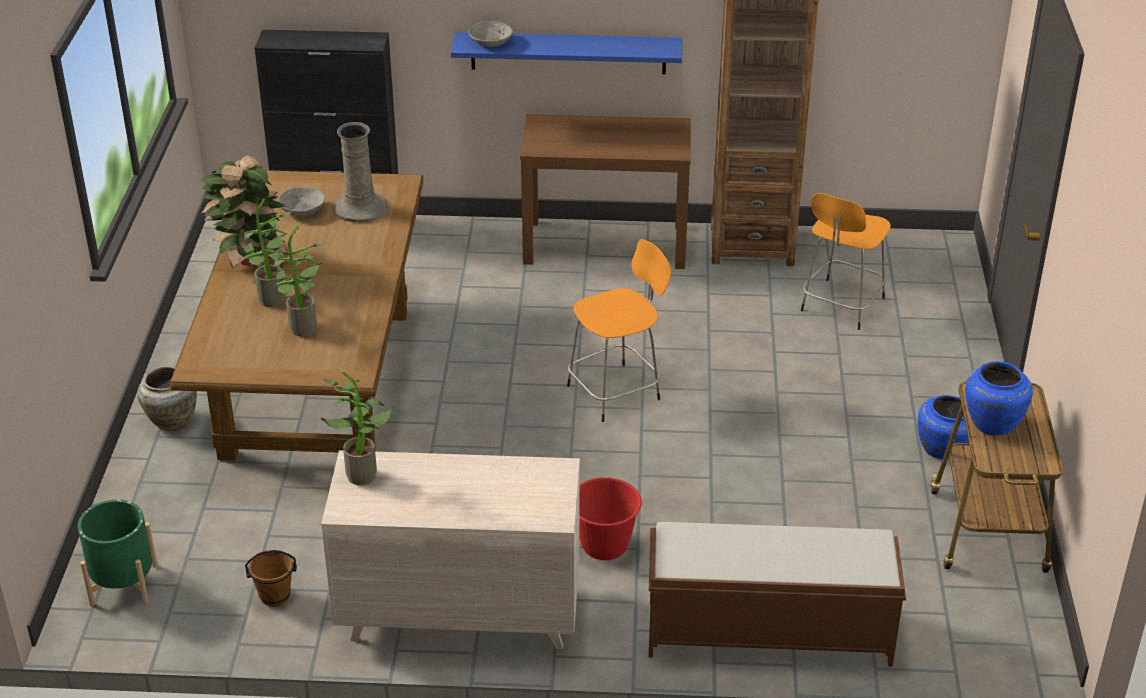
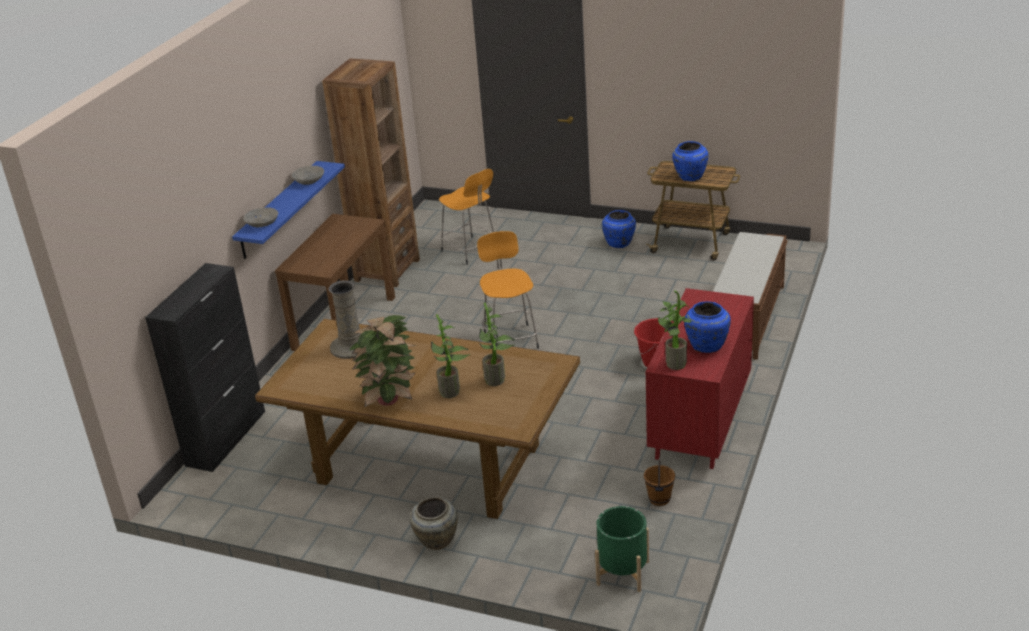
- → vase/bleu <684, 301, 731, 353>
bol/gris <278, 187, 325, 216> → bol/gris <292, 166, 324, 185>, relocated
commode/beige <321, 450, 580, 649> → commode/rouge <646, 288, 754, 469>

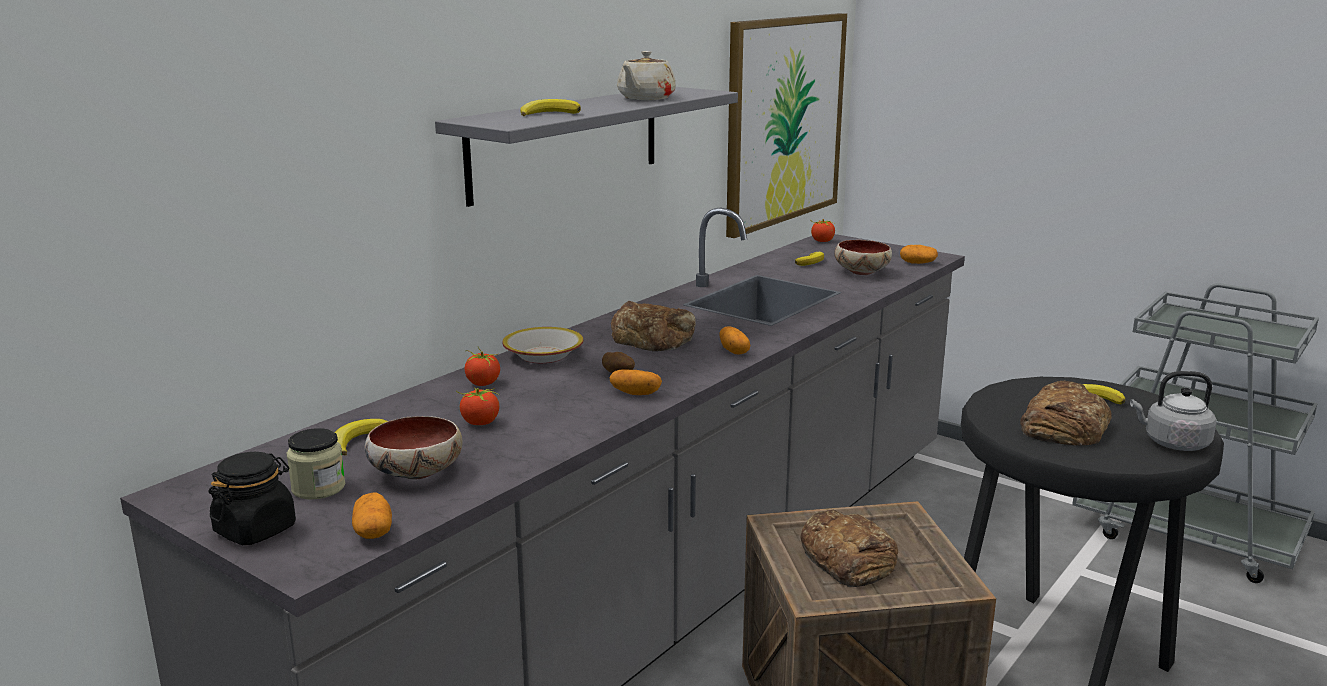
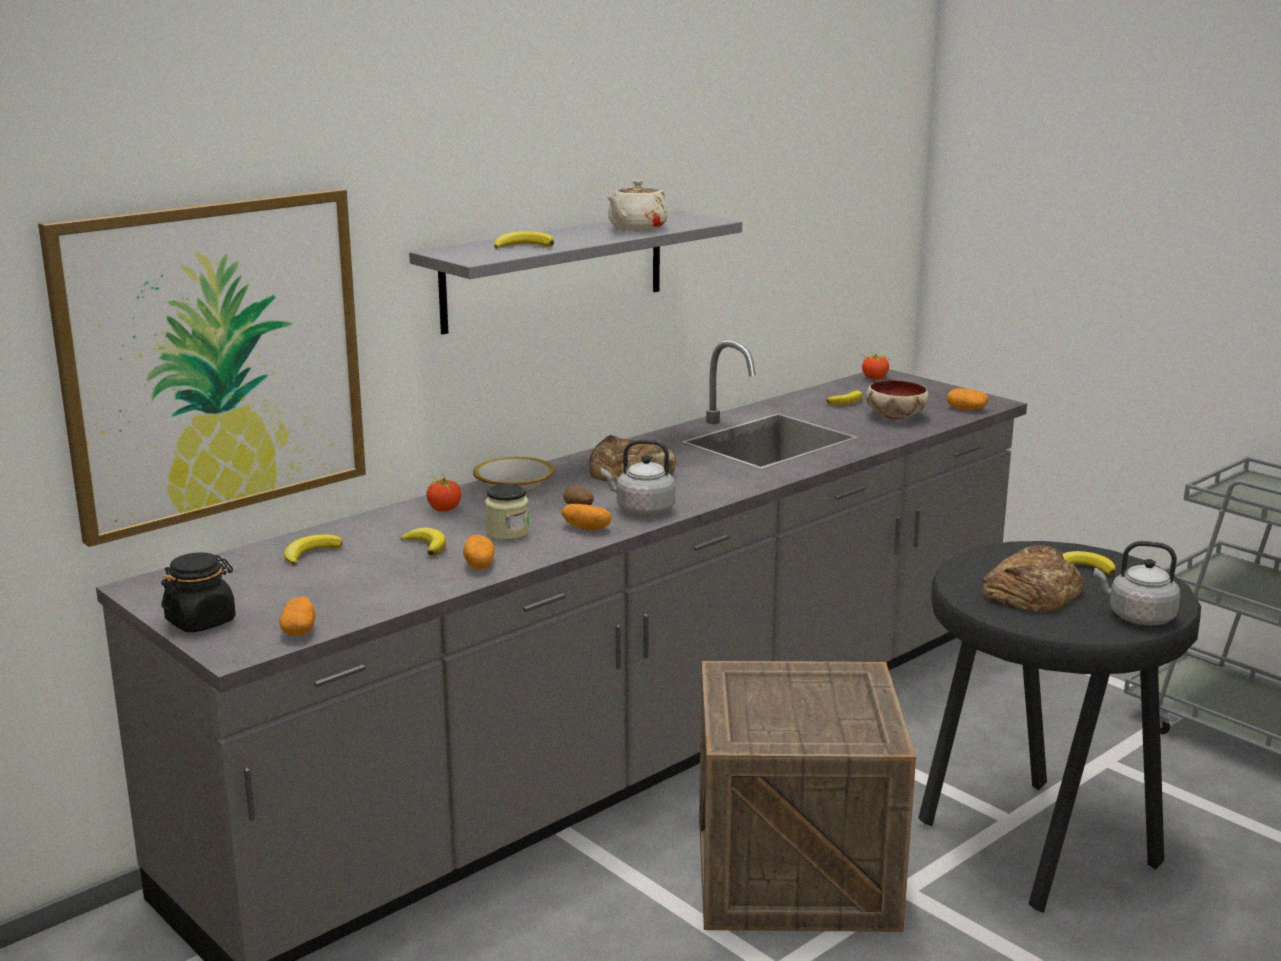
bol <365, 416, 462, 480> → -
pain <800, 510, 898, 587> → -
- → bouilloire/gris <601, 439, 675, 515>
bocal <287, 428, 346, 499> → bocal <485, 484, 529, 540>, relocated
pomme de terre <720, 326, 750, 355> → pomme de terre <463, 535, 495, 569>, relocated
tableau <726, 13, 847, 238> → tableau <38, 188, 366, 547>, relocated
tomate <456, 387, 499, 425> → banane <401, 528, 446, 556>

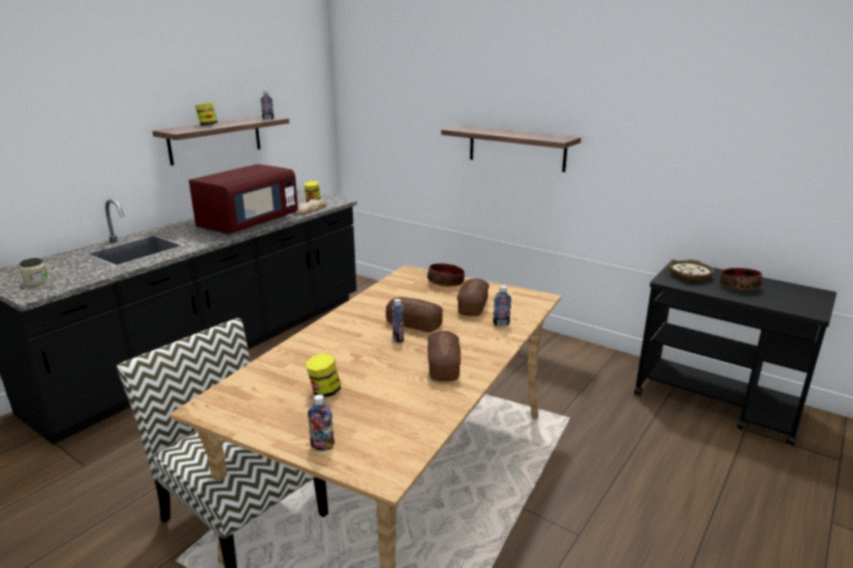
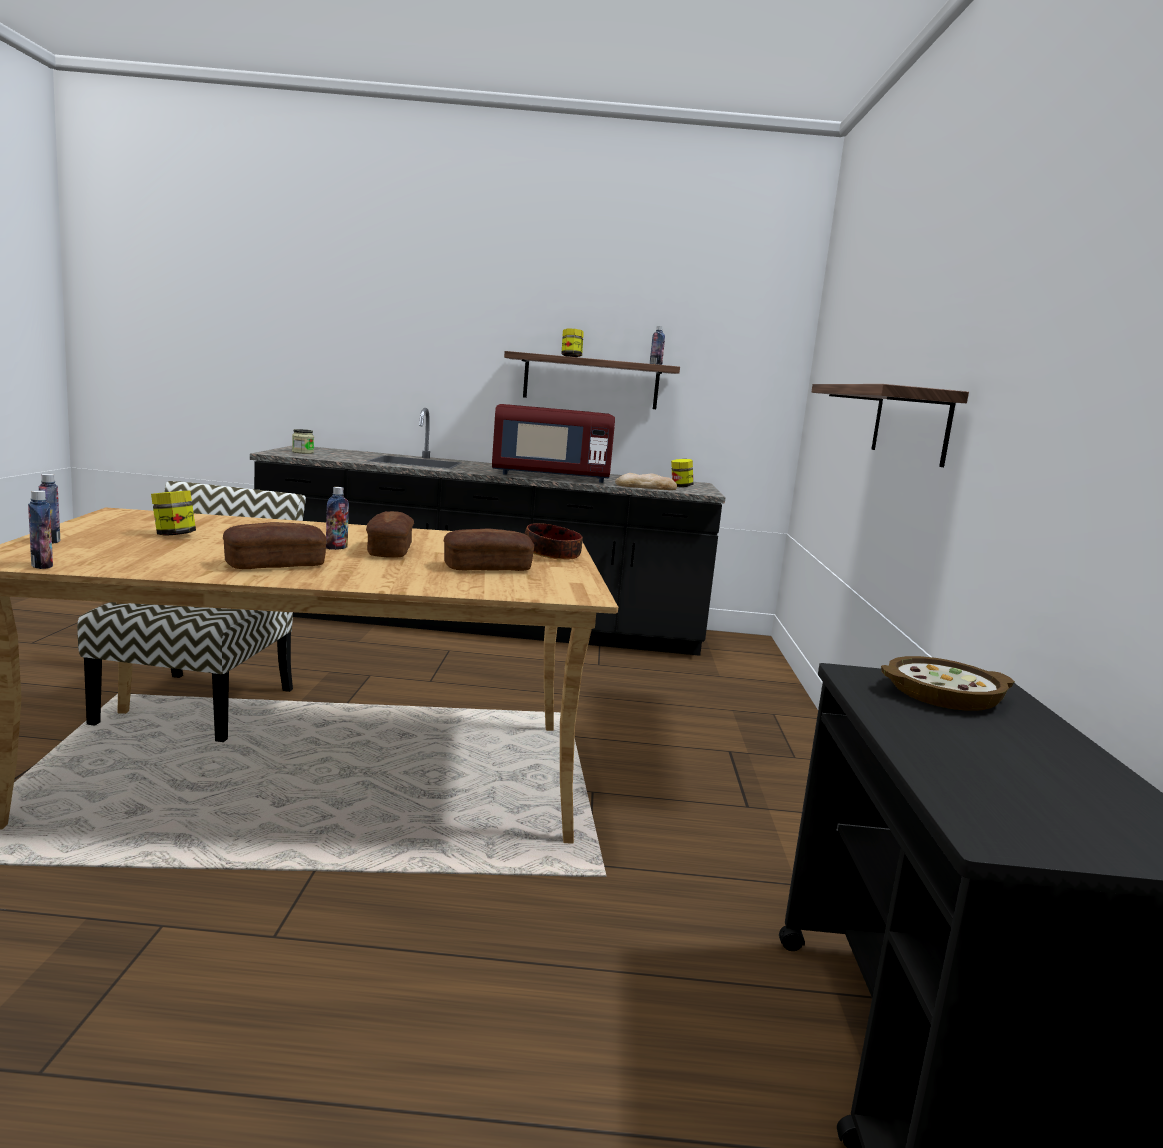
bol <720, 268, 762, 290> → -
bouteille <493, 285, 511, 326> → bouteille <28, 490, 53, 569>, relocated

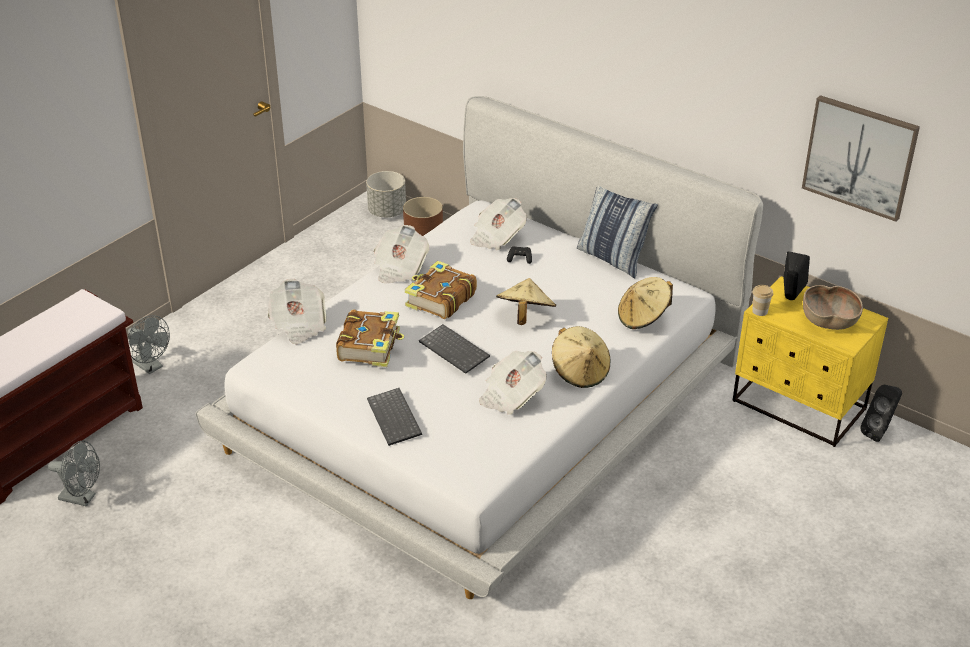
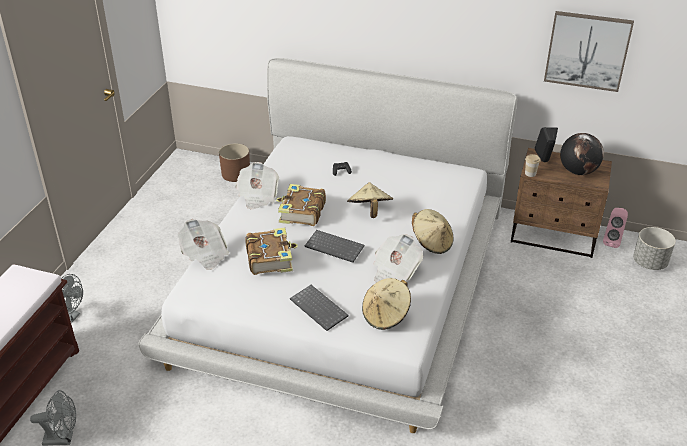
journal <470, 198, 527, 250> → -
coussin <577, 186, 658, 278> → -
cache-pot/gris <366, 171, 406, 217> → cache-pot/gris <633, 227, 676, 270>, relocated
chapeau/beige <618, 277, 673, 329> → chapeau/beige <362, 278, 411, 330>, relocated
bol/marron <803, 285, 863, 330> → globe <560, 133, 604, 175>
table de chevet/jaune <733, 276, 888, 447> → table de chevet/marron <511, 148, 612, 258>
enceinte/noir <860, 384, 902, 442> → enceinte/rose <603, 208, 628, 248>

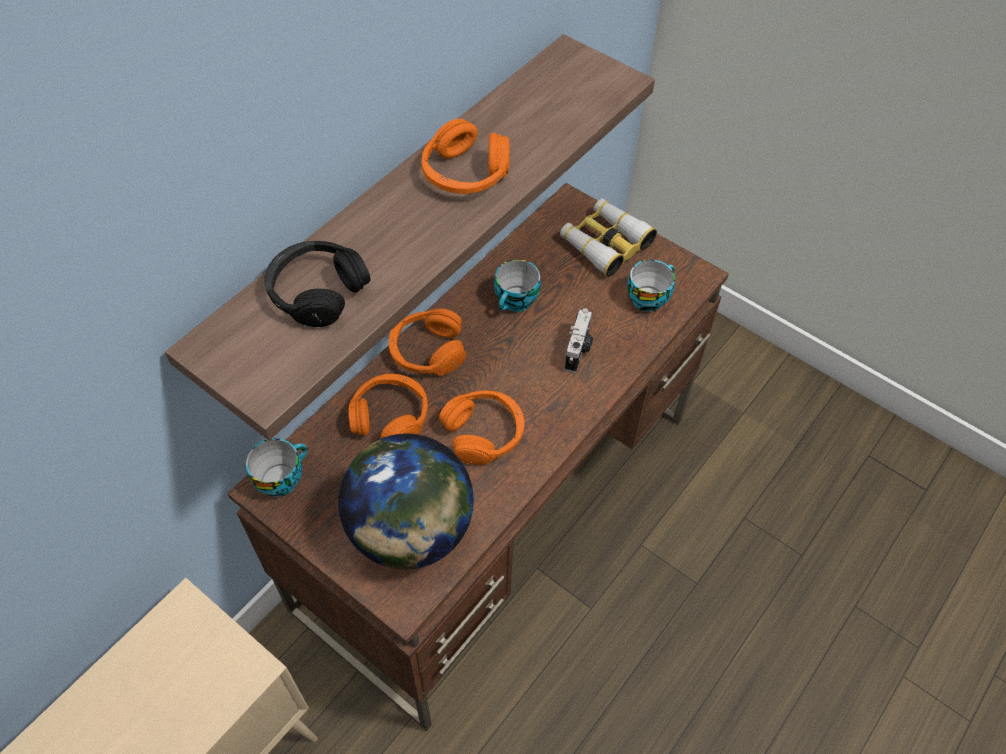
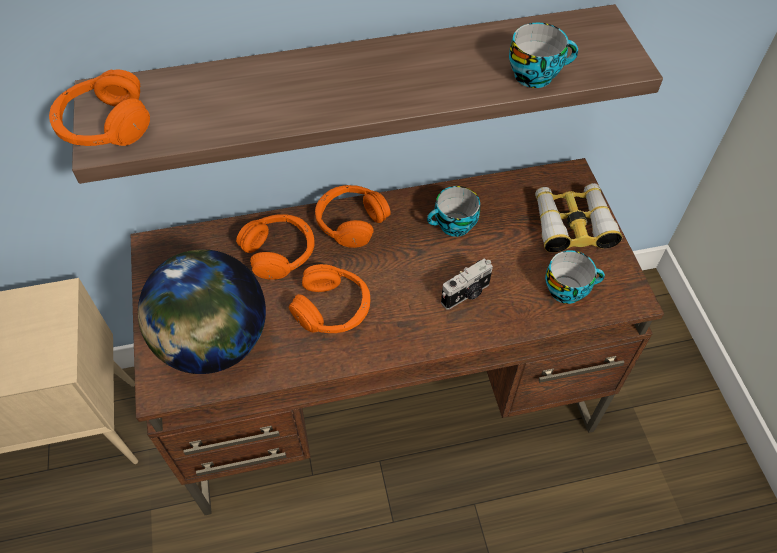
casque audio/noir <264, 241, 371, 327> → -
tasse <246, 438, 308, 497> → tasse <509, 23, 578, 88>, relocated
casque audio/orange <421, 119, 510, 194> → casque audio/orange <49, 69, 150, 146>, relocated

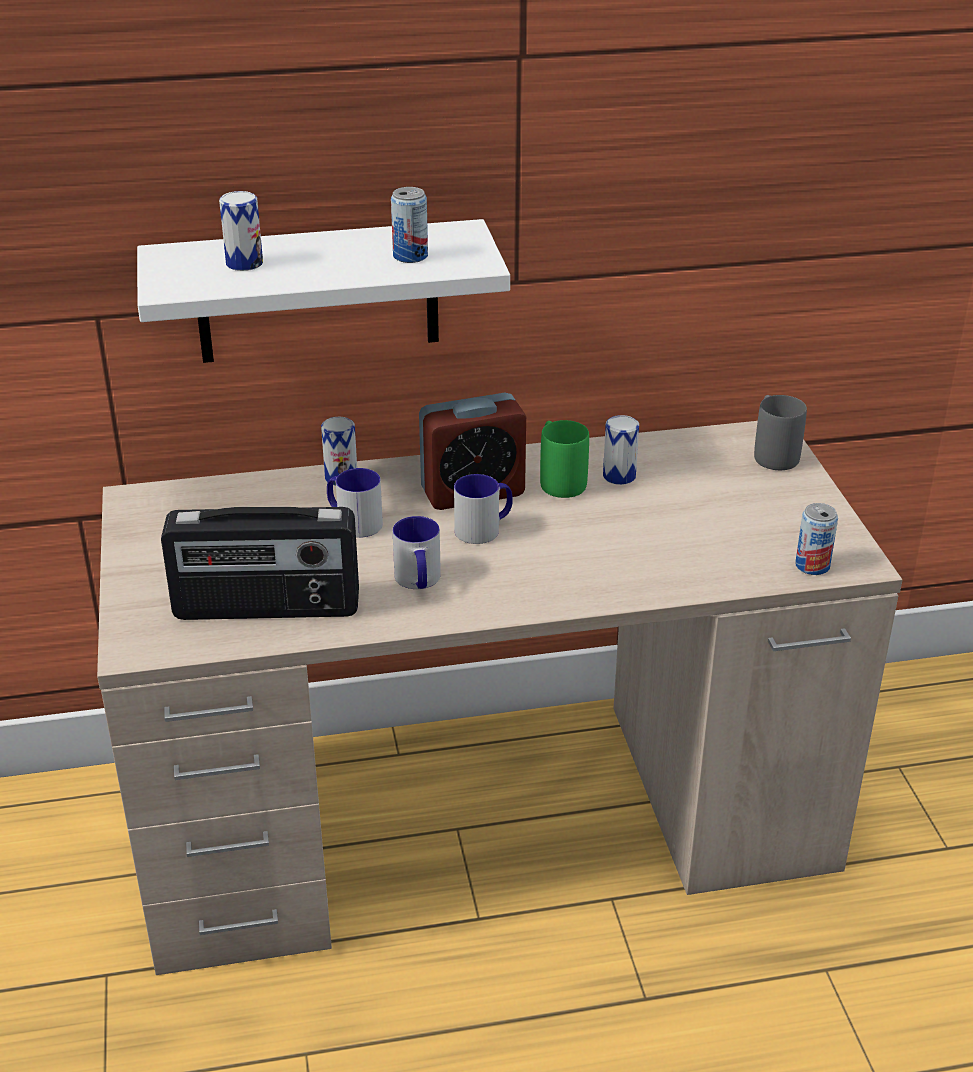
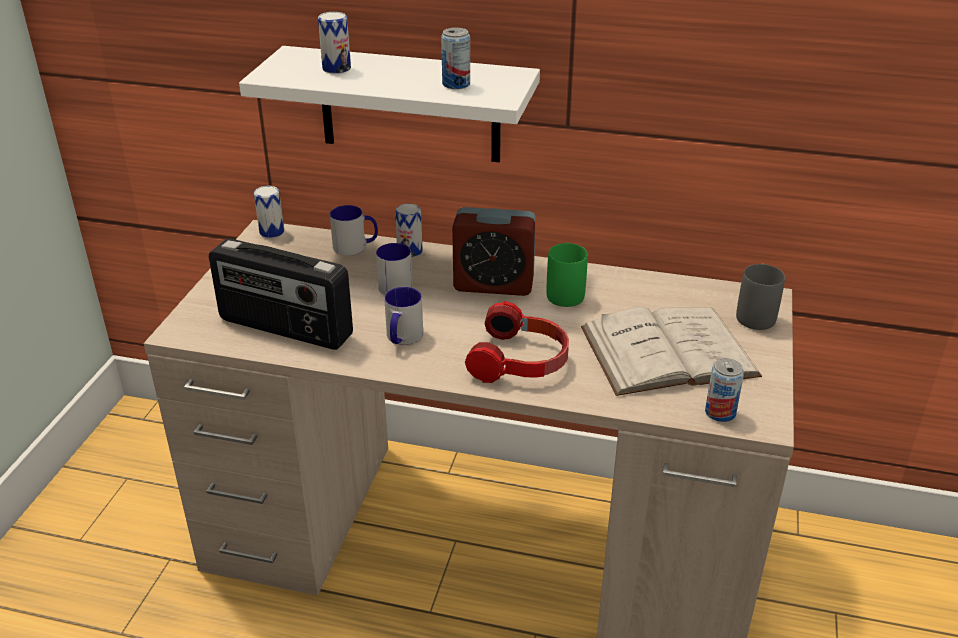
- → casque audio <465, 301, 569, 383>
- → livre/blanc <581, 306, 762, 396>
mug <454, 474, 513, 544> → mug <330, 205, 378, 256>, relocated
boîte métallique <603, 415, 639, 485> → boîte métallique <254, 186, 284, 238>, relocated

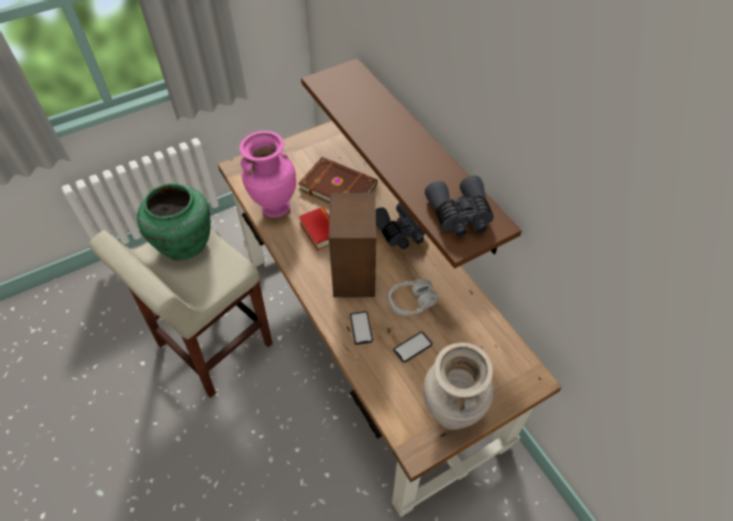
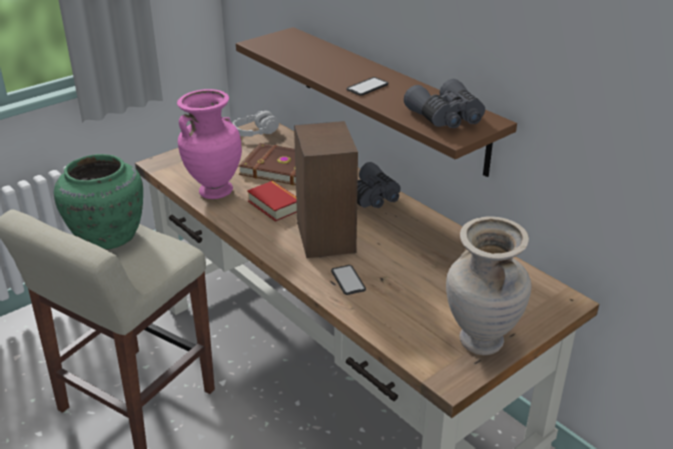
casque audio/gris <388, 279, 438, 316> → casque audio/gris <232, 111, 279, 137>, relocated
téléphone <393, 332, 432, 363> → téléphone <346, 77, 388, 96>, relocated

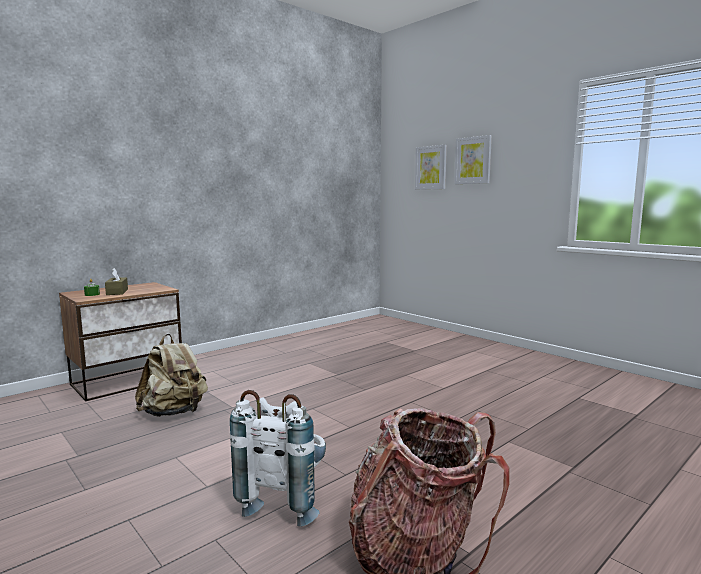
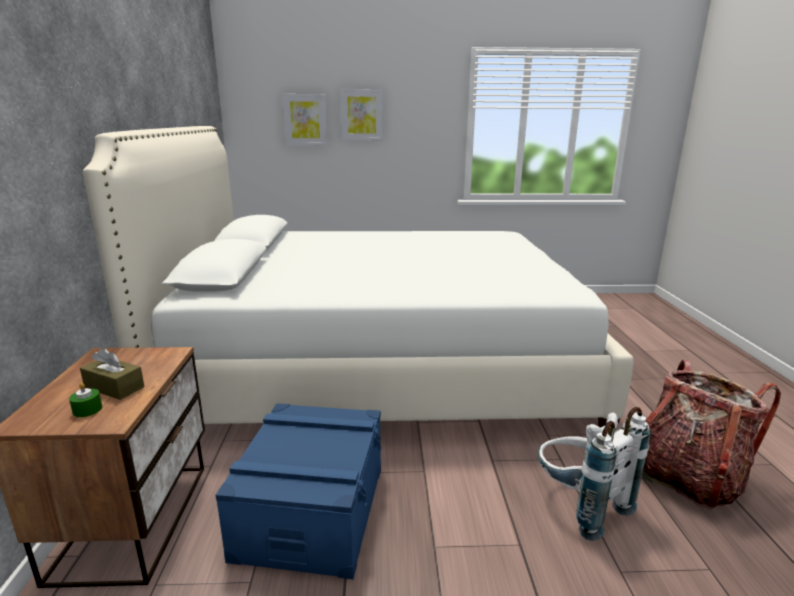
- → lit/blanc <83, 126, 634, 428>
sac à dos/beige <135, 334, 208, 417> → boîte de rangement/bleu <216, 403, 381, 579>

